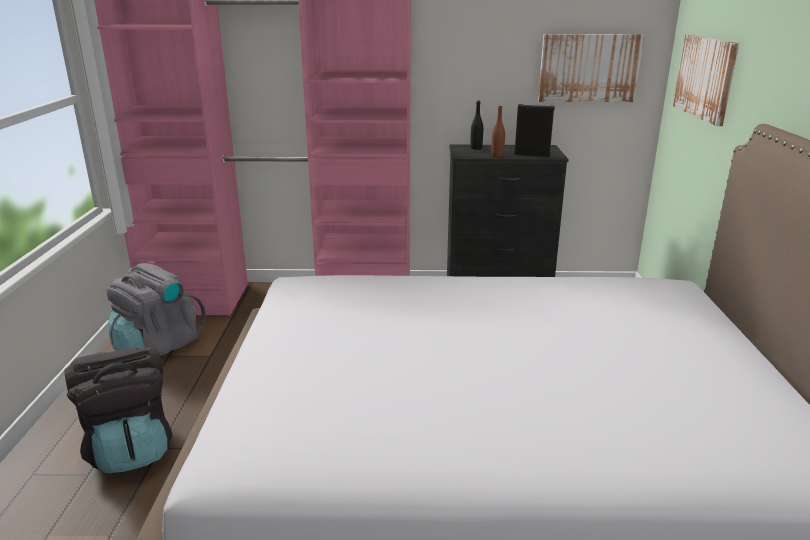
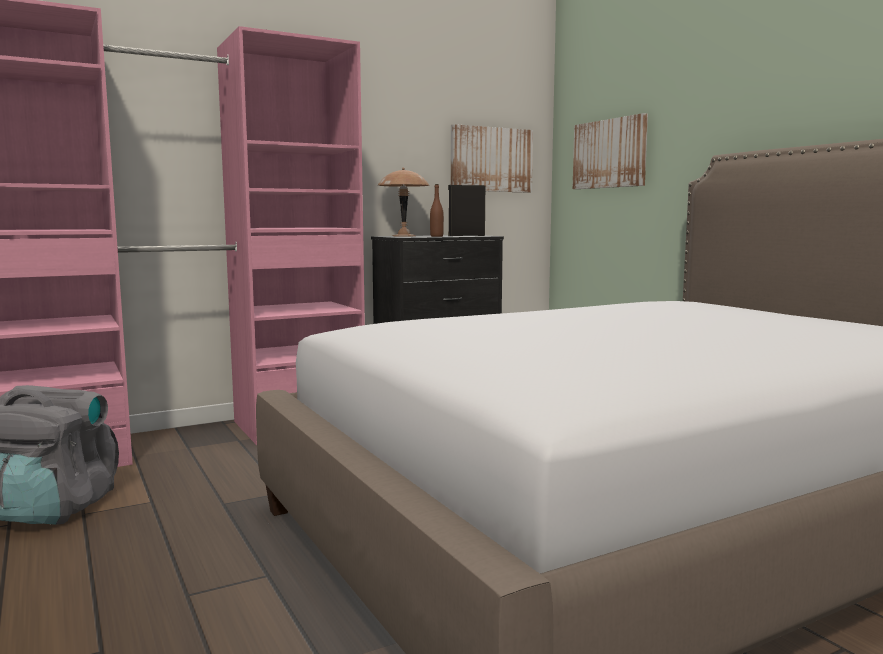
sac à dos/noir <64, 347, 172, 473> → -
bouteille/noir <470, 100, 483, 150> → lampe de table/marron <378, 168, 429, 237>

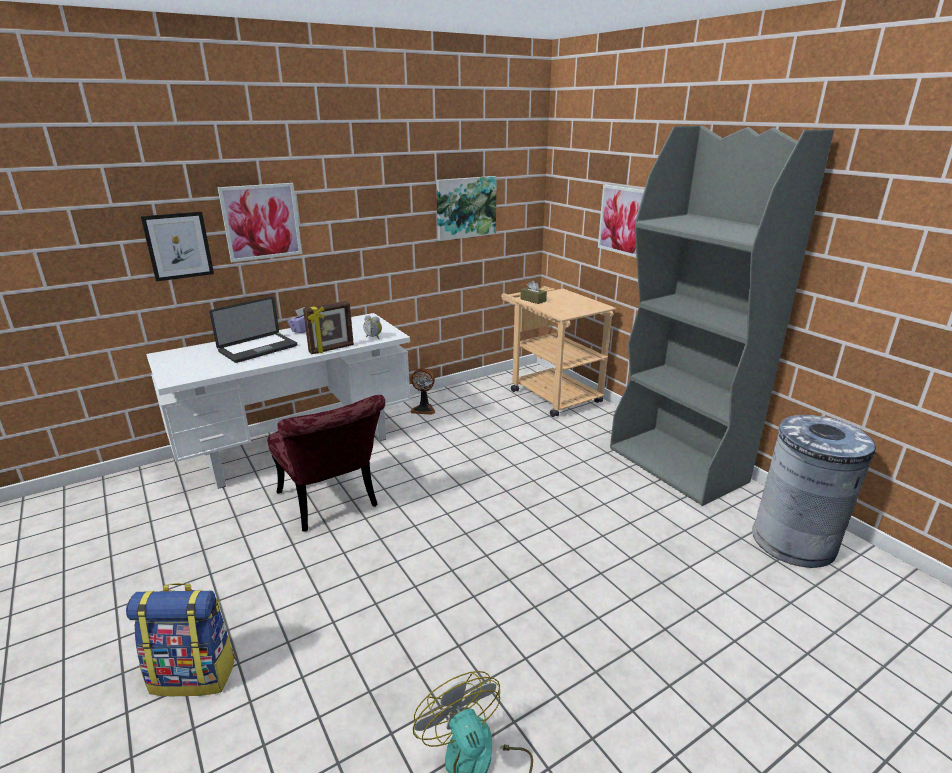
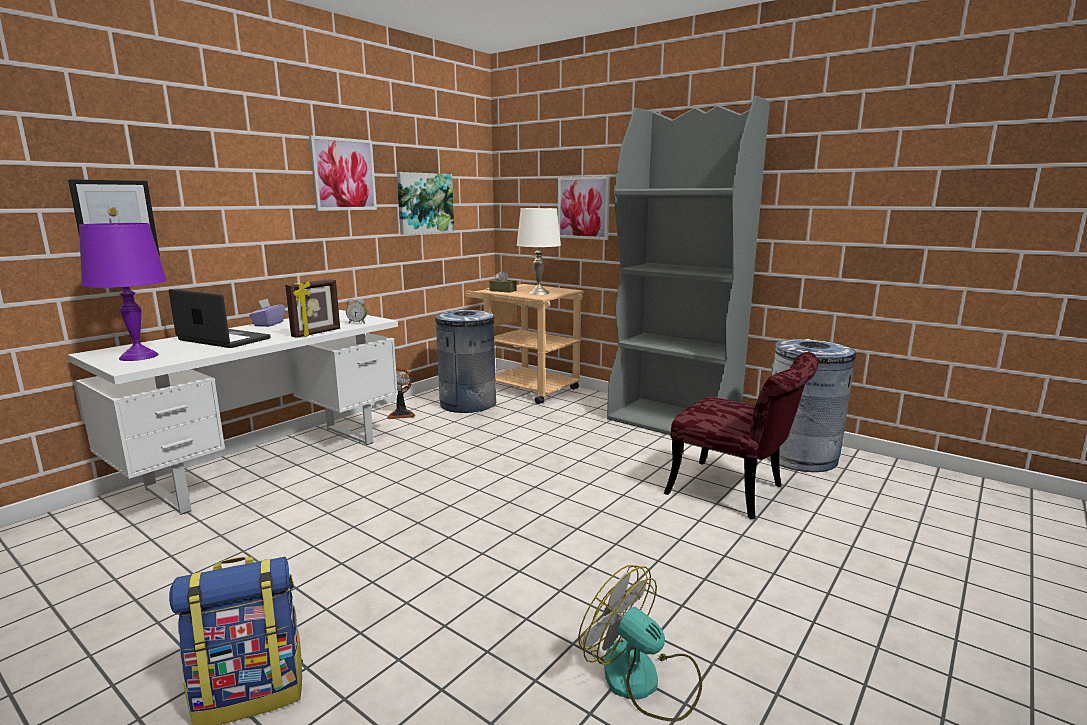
- → lampe de table/violet <79, 223, 167, 361>
- → poubelle/gris <435, 310, 496, 413>
- → lampe de table/blanc <517, 208, 561, 295>
tableau <217, 183, 302, 262> → tableau <309, 135, 377, 211>, relocated
chaise/rouge <267, 395, 385, 532> → chaise/rouge <664, 352, 818, 519>, relocated
ordinateur portable <210, 297, 297, 363> → ordinateur portable <169, 289, 270, 348>, 90 degrees counterclockwise

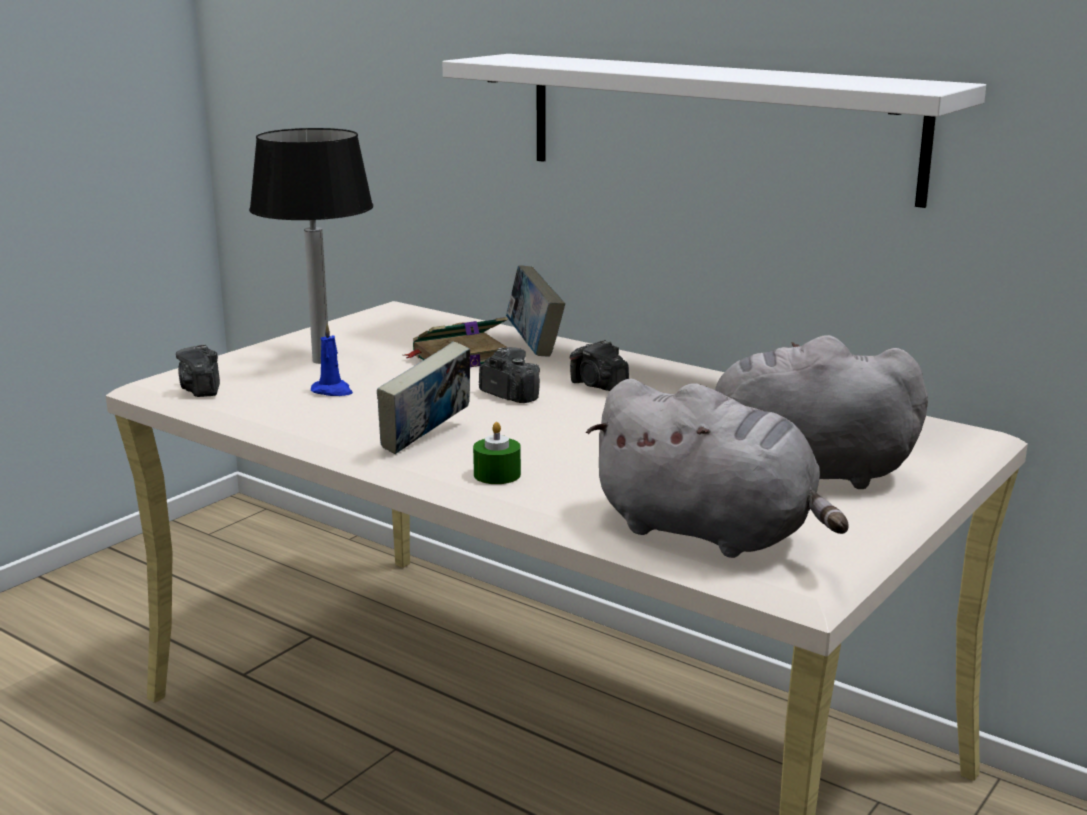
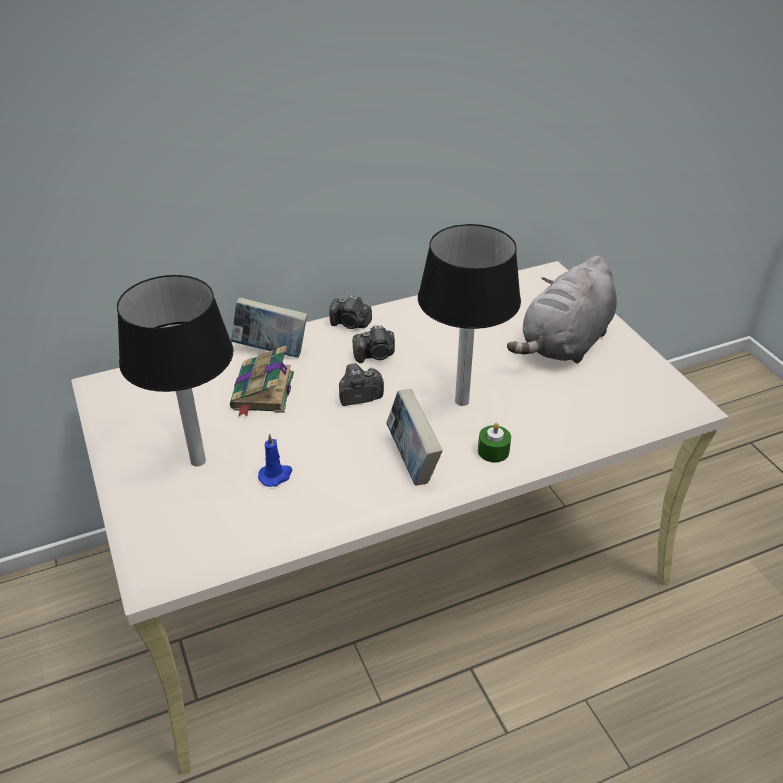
étagère/blanc <442, 54, 986, 208> → -
peluche/gris <586, 378, 849, 558> → -
- → lampe de table <418, 224, 521, 406>
appareil photo <176, 345, 220, 397> → appareil photo <329, 295, 372, 329>, relocated

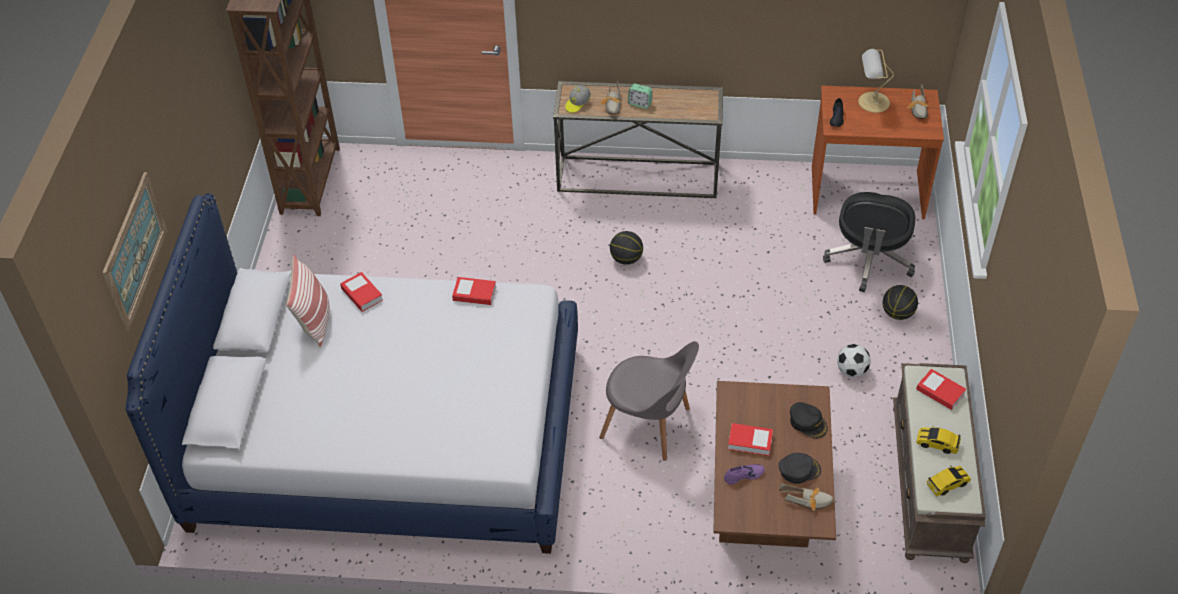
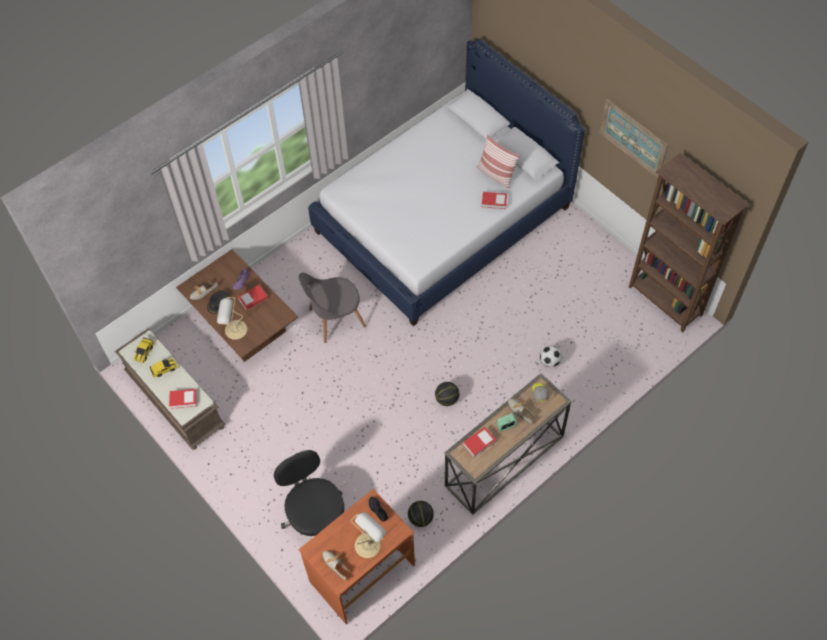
tableau <103, 172, 168, 331> → tableau <600, 99, 668, 178>, relocated
livre <452, 277, 496, 305> → livre <463, 427, 496, 457>, relocated
ballon de foot <837, 344, 871, 377> → ballon de foot <540, 345, 562, 367>, relocated
ballon de basket <883, 285, 918, 320> → ballon de basket <408, 501, 434, 527>, relocated
casquette/noir <790, 402, 828, 439> → lampe de table <217, 297, 248, 340>

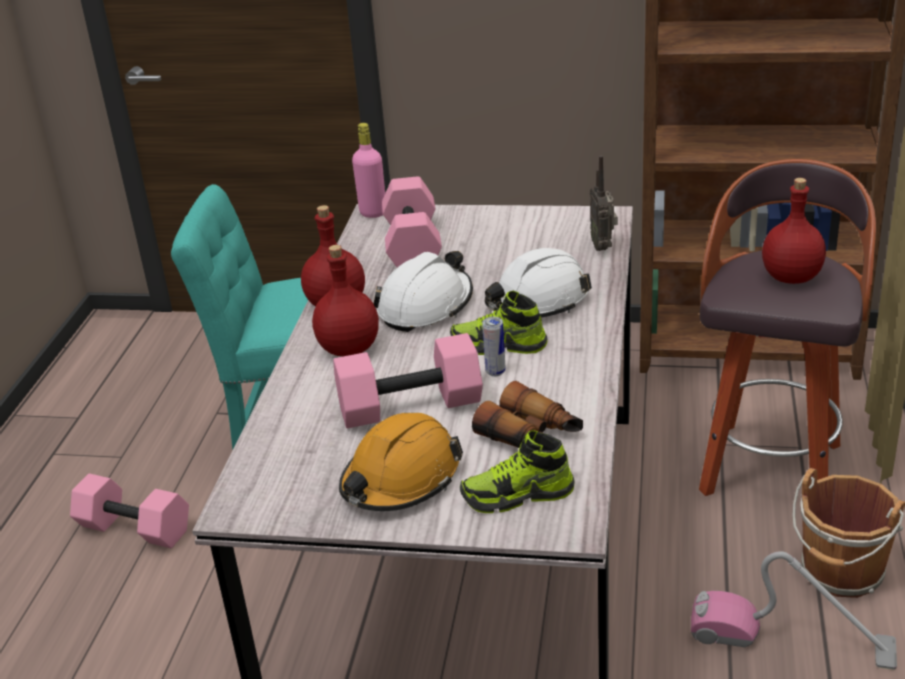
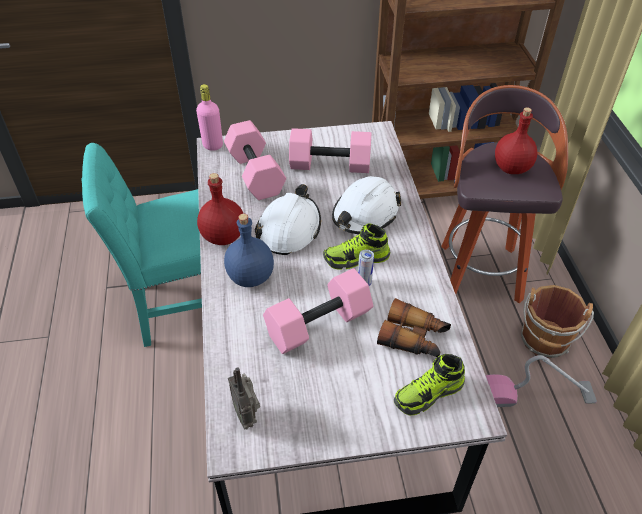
casque de chantier/orange <339, 413, 463, 511> → -
haltère/rose <70, 473, 189, 548> → haltère/rose <289, 128, 371, 173>, relocated
radio <590, 156, 618, 251> → radio <228, 367, 260, 430>, relocated
bouteille/rouge <312, 245, 379, 356> → bouteille/bleu <224, 214, 274, 287>

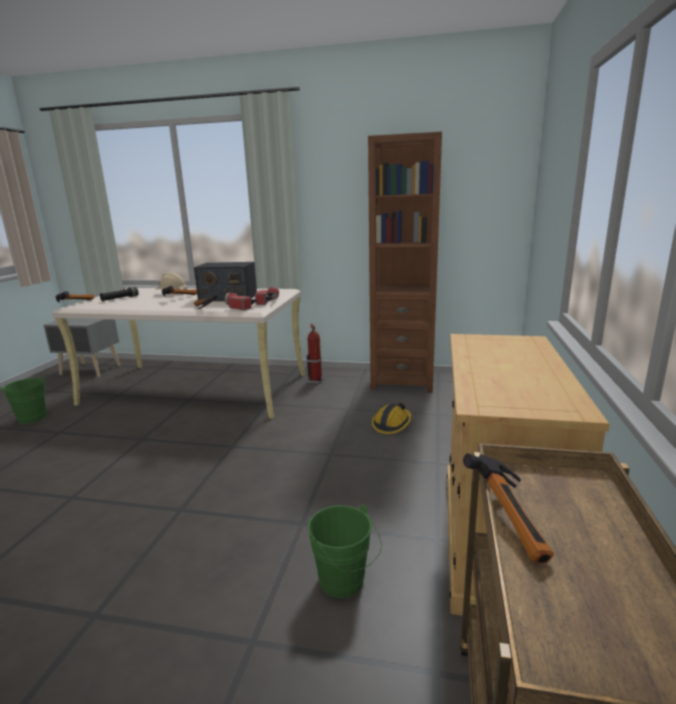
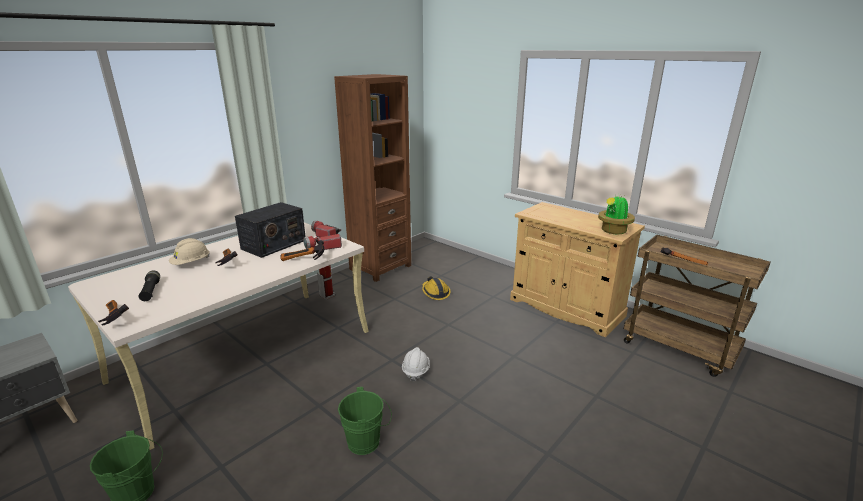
- → casque de chantier/blanc <402, 347, 430, 382>
- → plante en pot <598, 195, 635, 234>
seau/vert <308, 504, 382, 598> → seau/vert <338, 387, 392, 455>, relocated

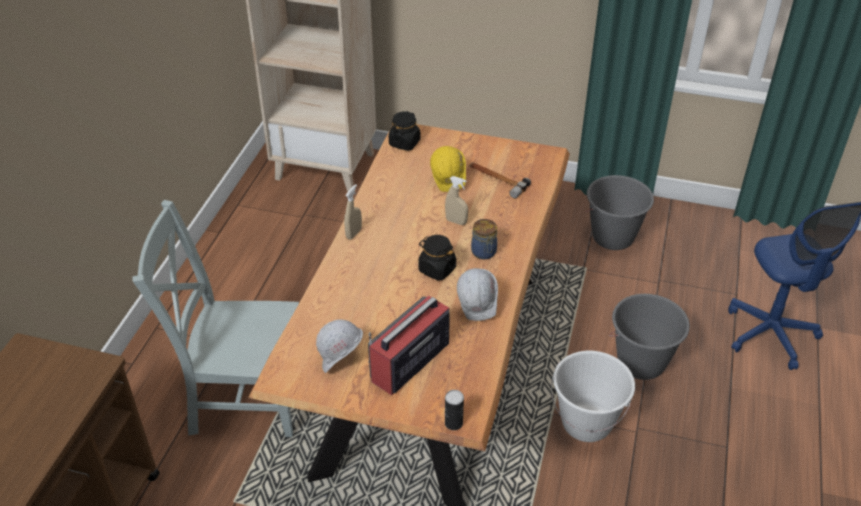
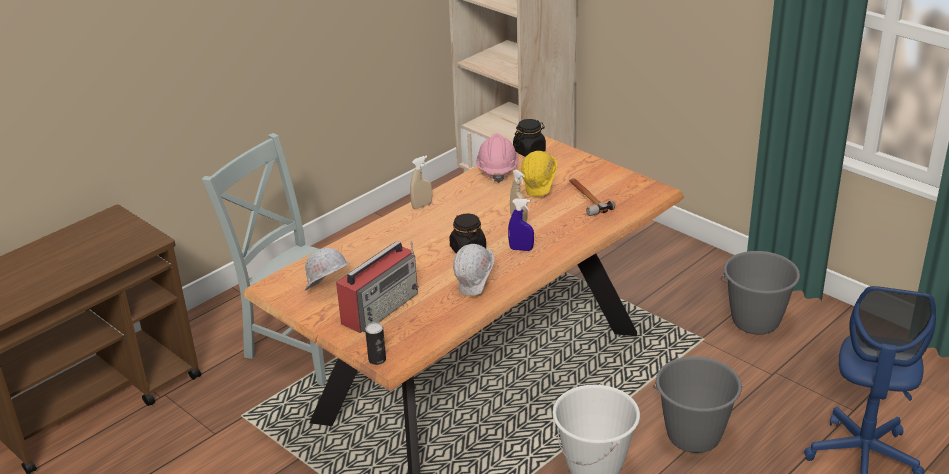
- → casque de chantier/rose <476, 133, 519, 183>
bocal <471, 219, 497, 259> → vaporisateur/bleu <508, 198, 534, 251>
radio <368, 296, 450, 395> → radio <336, 241, 419, 333>, 150 degrees clockwise

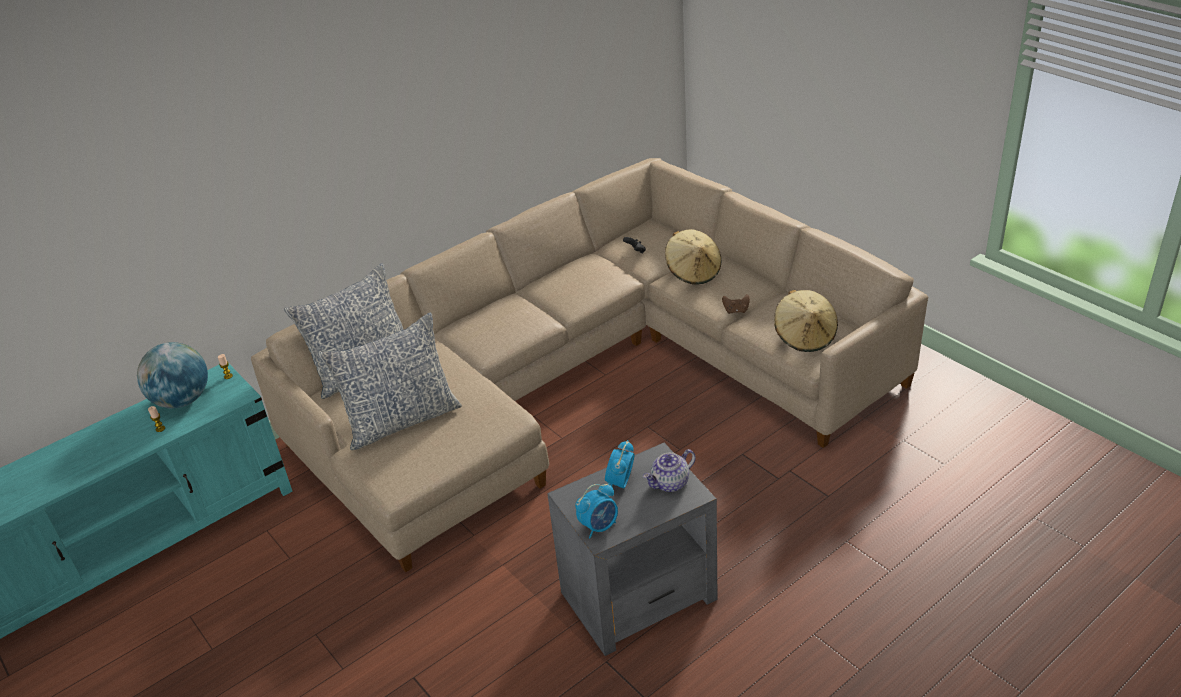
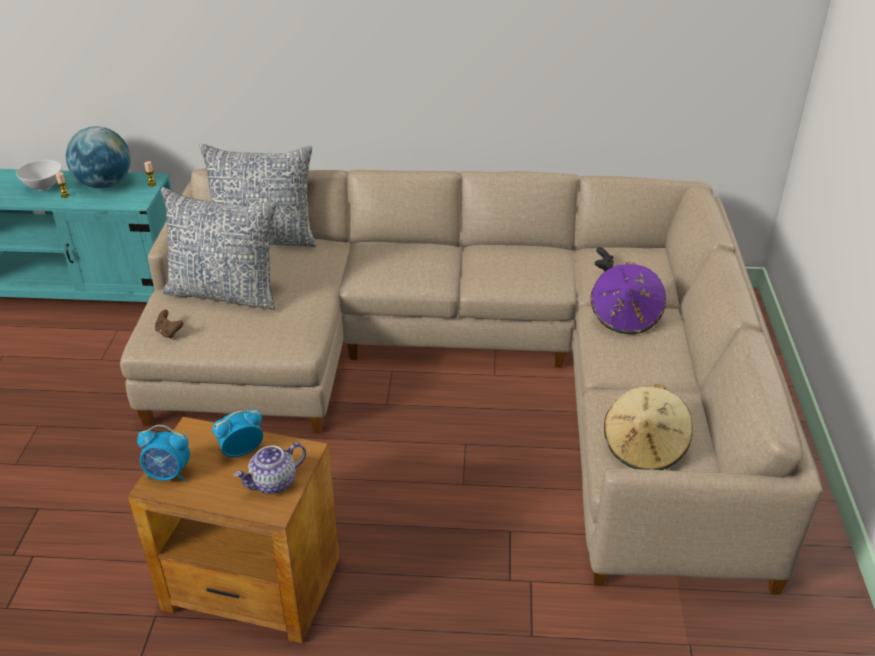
- → bol/blanc <16, 160, 62, 191>
manette/marron <722, 294, 750, 314> → manette/marron <155, 310, 183, 339>, relocated
table d'appoint/gris <547, 443, 718, 656> → table d'appoint/marron <127, 417, 340, 644>
chapeau/beige <665, 229, 722, 285> → chapeau/violet <591, 262, 666, 334>
théière <643, 449, 696, 492> → théière <234, 442, 306, 494>, 45 degrees counterclockwise

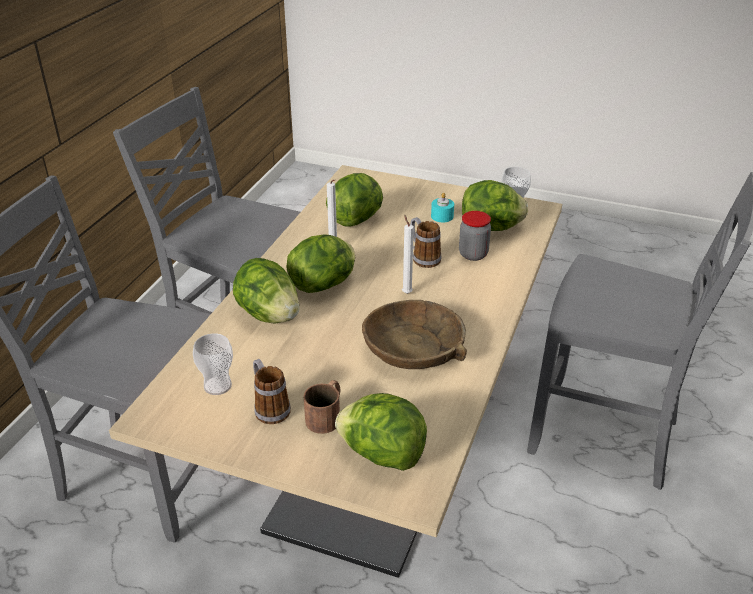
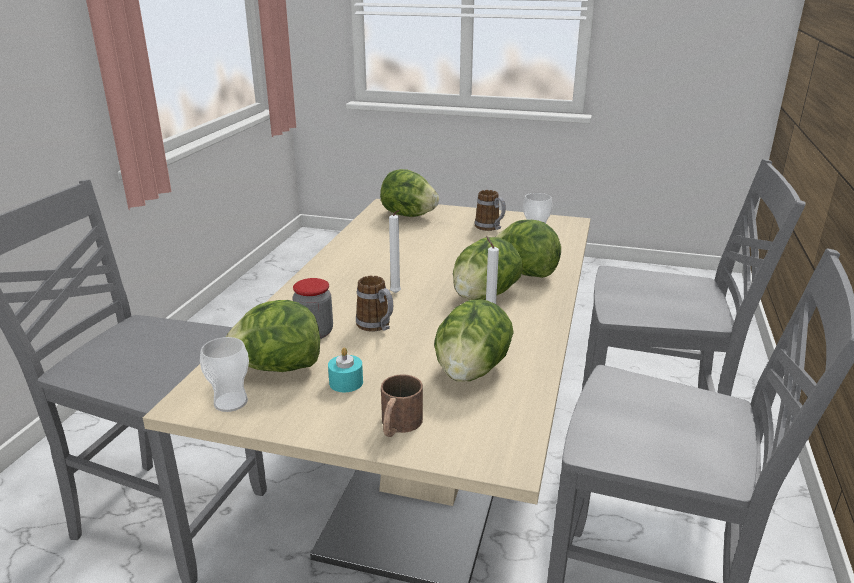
bol/marron <362, 300, 467, 369> → -
mug/marron <303, 380, 340, 434> → mug/marron <381, 374, 423, 437>, relocated

